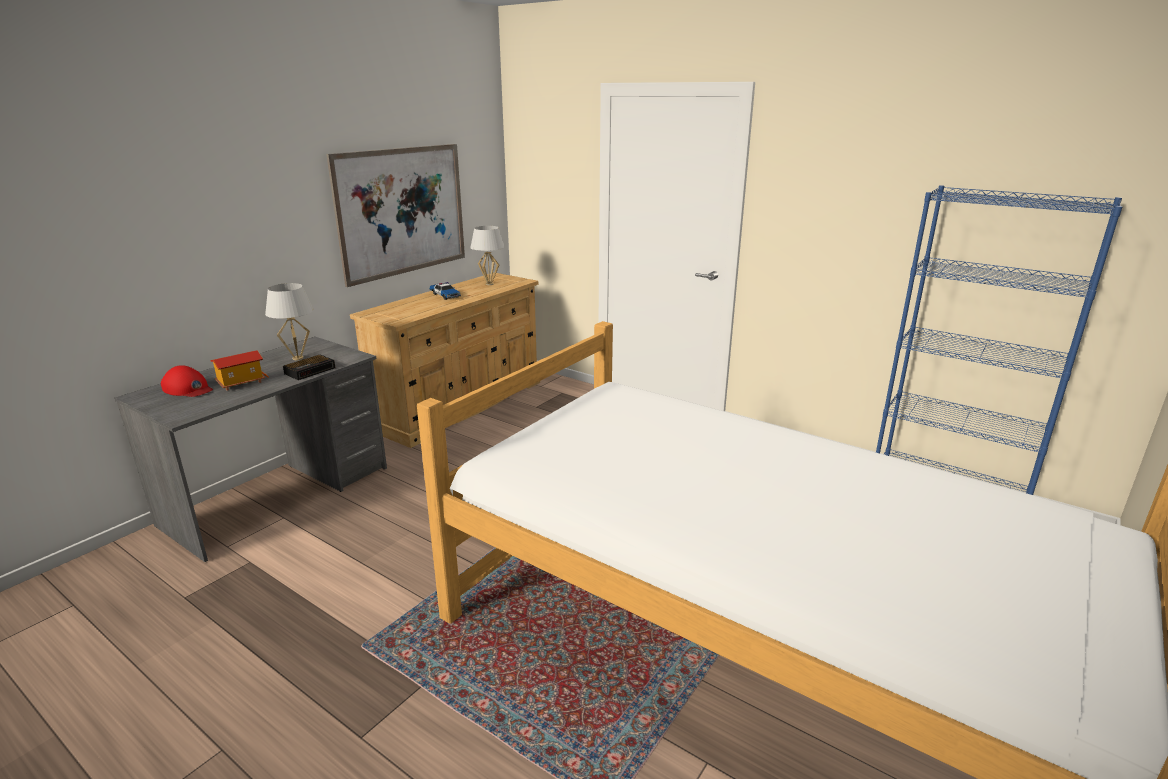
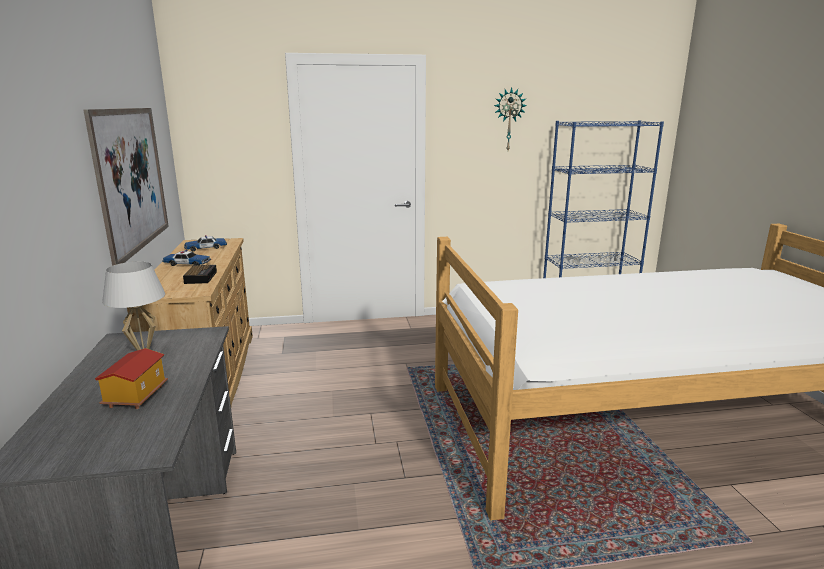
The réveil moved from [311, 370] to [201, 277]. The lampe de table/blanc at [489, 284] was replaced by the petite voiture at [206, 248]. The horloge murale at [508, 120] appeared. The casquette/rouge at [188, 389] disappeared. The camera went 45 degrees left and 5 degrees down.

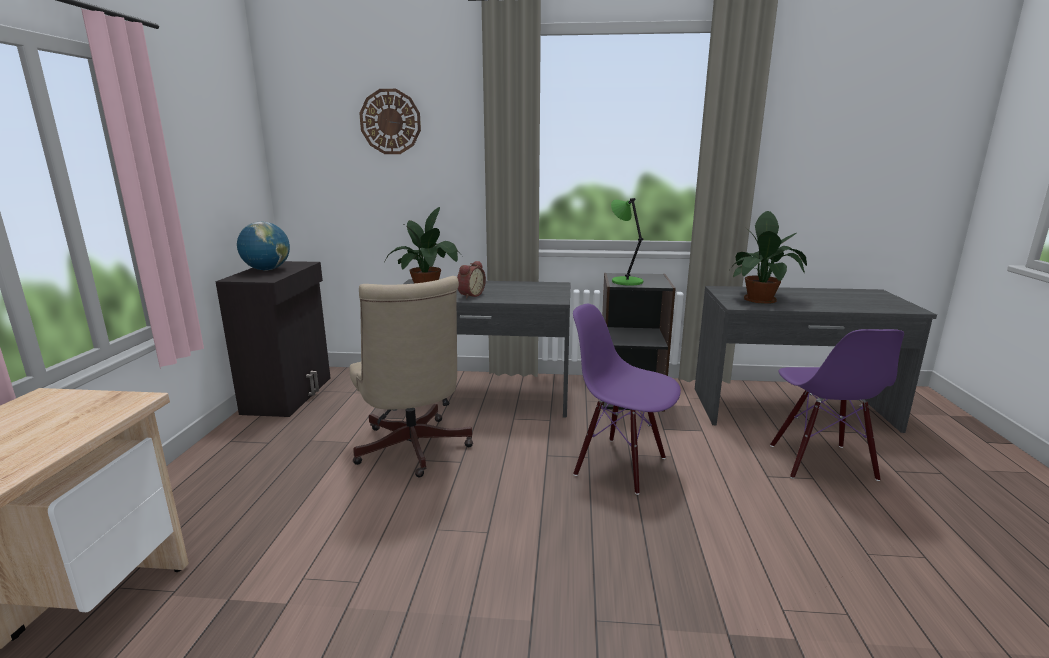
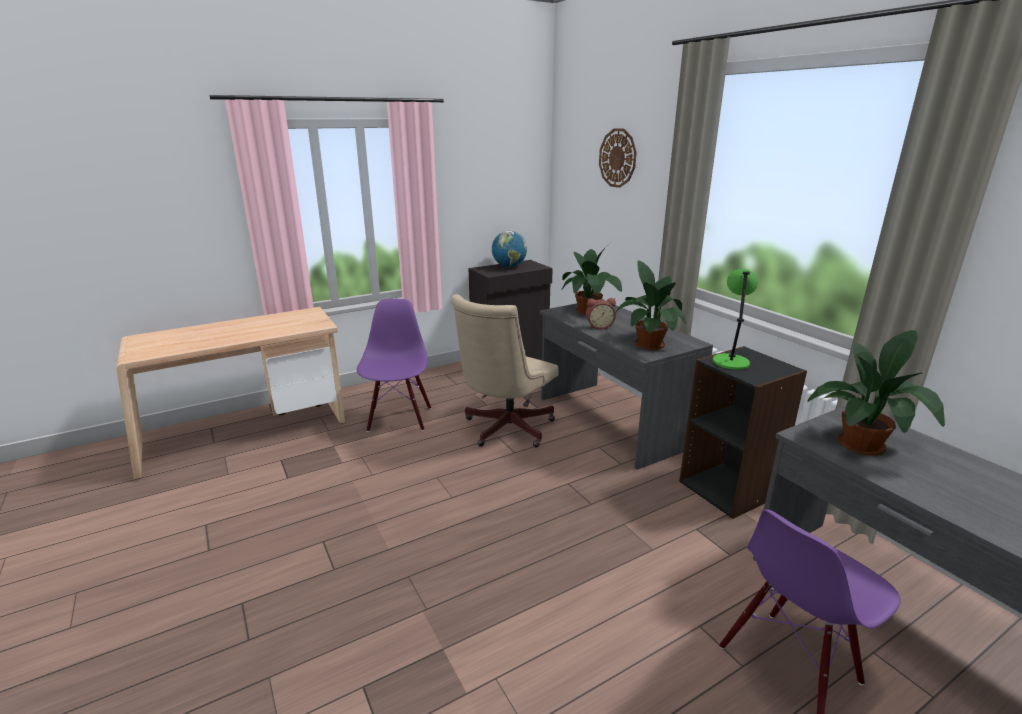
The chaise/violet moved from [621, 465] to [399, 419]. The plante en pot at [648, 343] appeared. The camera went 55 degrees right and 5 degrees up.

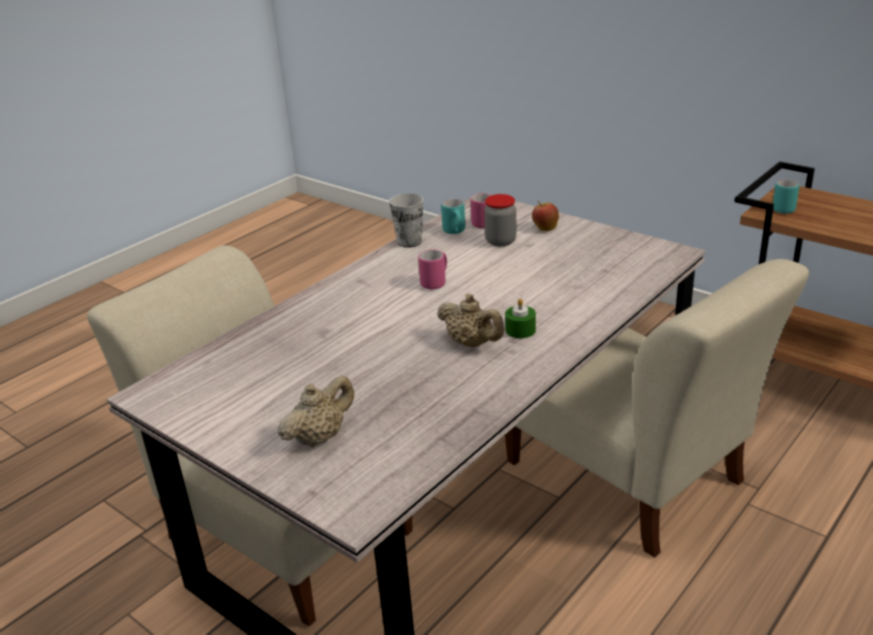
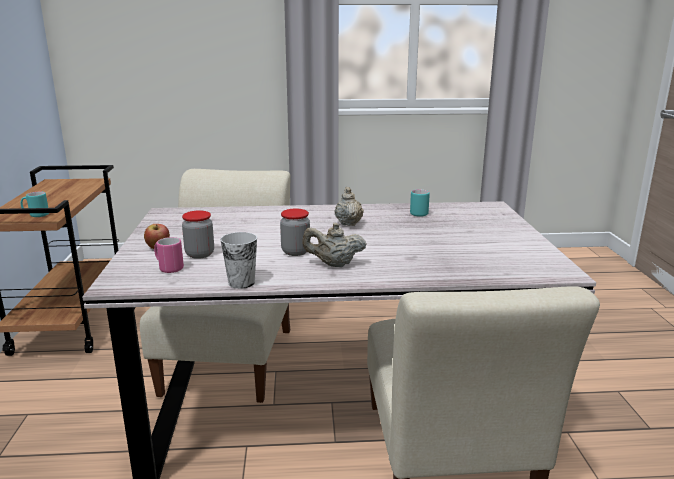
The mug/rose at [436, 282] was replaced by the bocal at [295, 252]. The théière/beige moved from [320, 437] to [334, 264]. The mug/turquoise moved from [455, 232] to [420, 213]. The bougie/vert at [520, 330] disappeared. The camera went 135 degrees left and 10 degrees down.

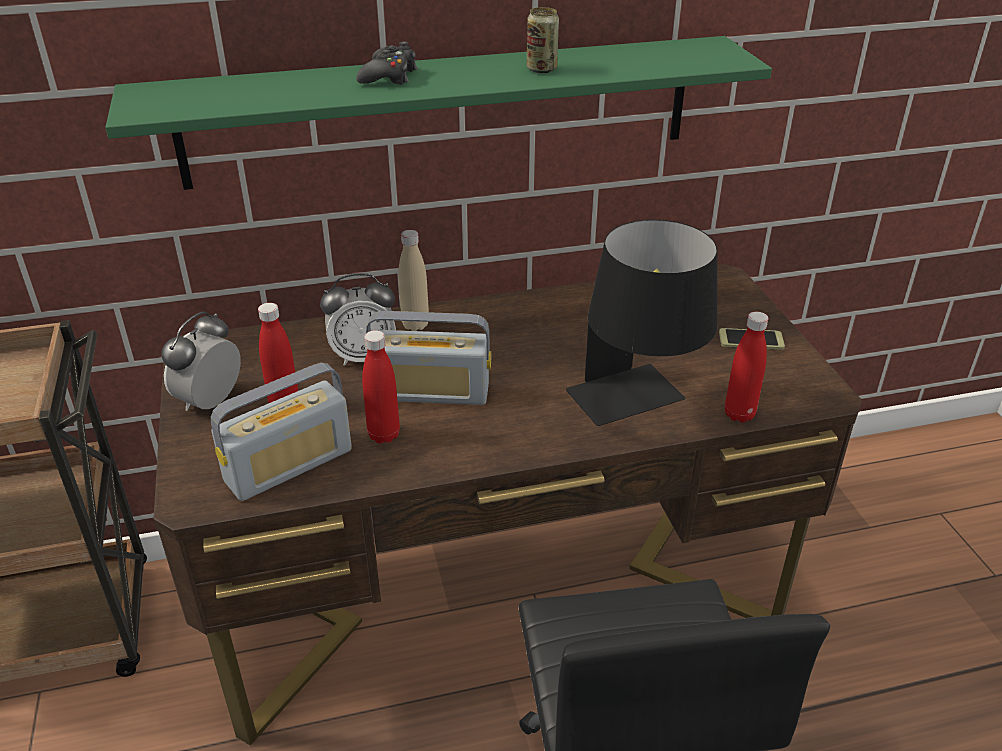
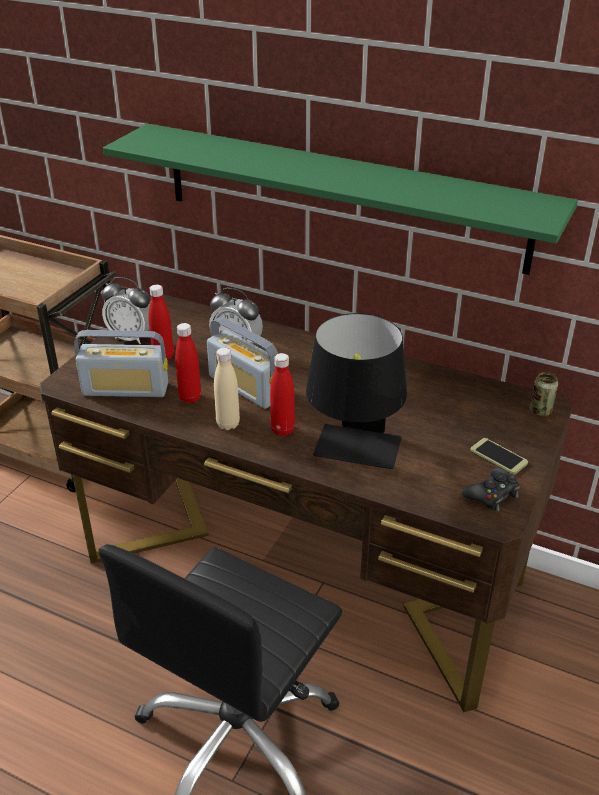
The réveil at [210, 402] turned 135 degrees counterclockwise. The bouteille/beige moved from [415, 325] to [228, 424]. The bouteille/rouge moved from [739, 414] to [282, 430]. The manette/noir moved from [389, 76] to [492, 495]. The boîte métallique moved from [541, 69] to [540, 411]. The camera went 40 degrees right and 0 degrees up.

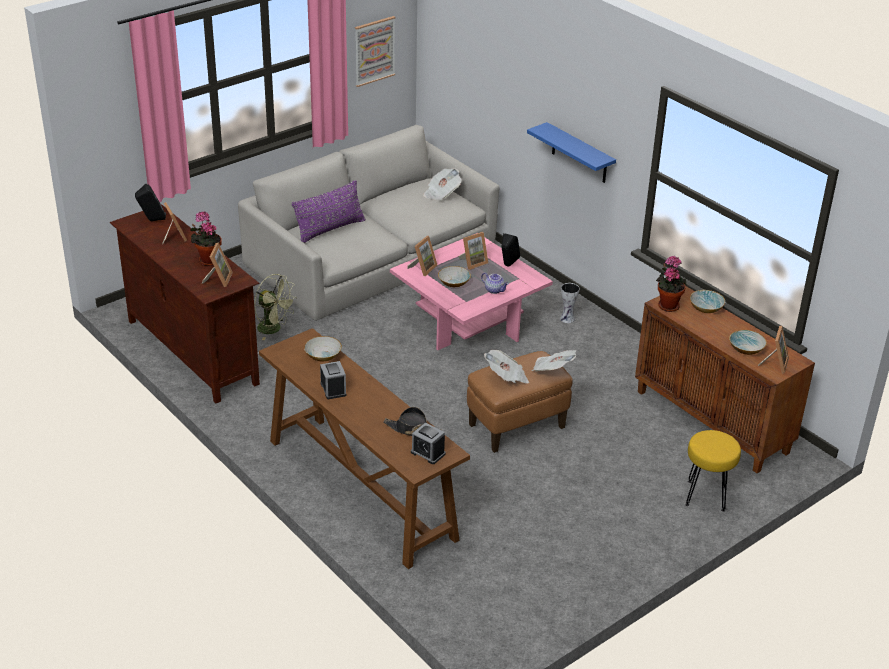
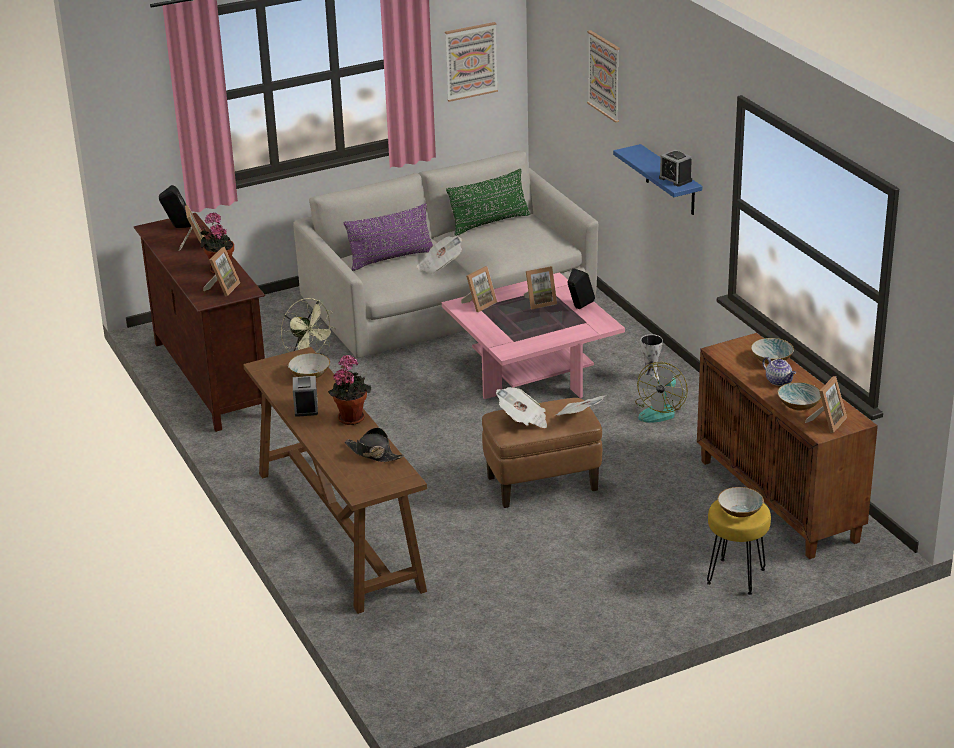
The plante en pot moved from [667, 305] to [351, 417]. The journal moved from [441, 193] to [440, 266]. The coussin/vert at [489, 223] appeared. The tableau at [604, 75] appeared. The ventilateur at [660, 411] appeared. The réveil moved from [428, 453] to [675, 179]. The bol moved from [453, 283] to [739, 511]. The théière moved from [494, 290] to [779, 381]. The camera went 15 degrees right and 5 degrees down.

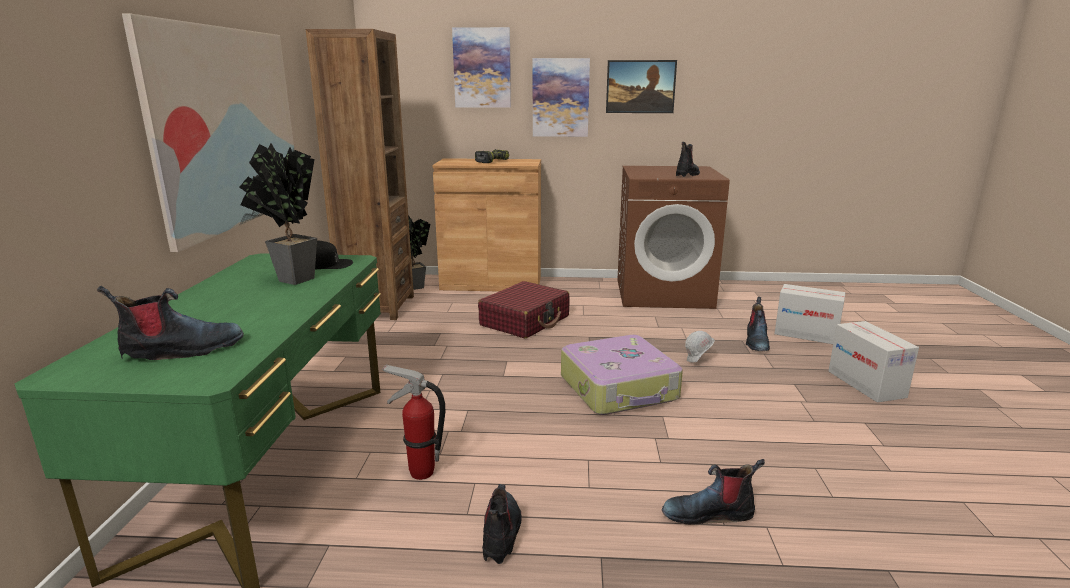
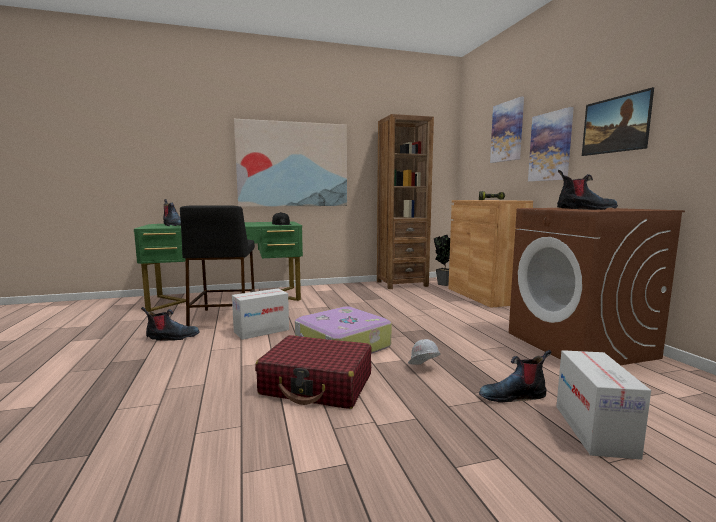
The extincteur at [421, 472] was replaced by the tabouret/noir at [224, 318]. The carton moved from [865, 384] to [261, 331]. The valise/rouge moved from [525, 321] to [317, 385]. The plante en pot at [290, 280] disappeared. The botte at [709, 513] disappeared. The camera went 70 degrees right and 10 degrees down.

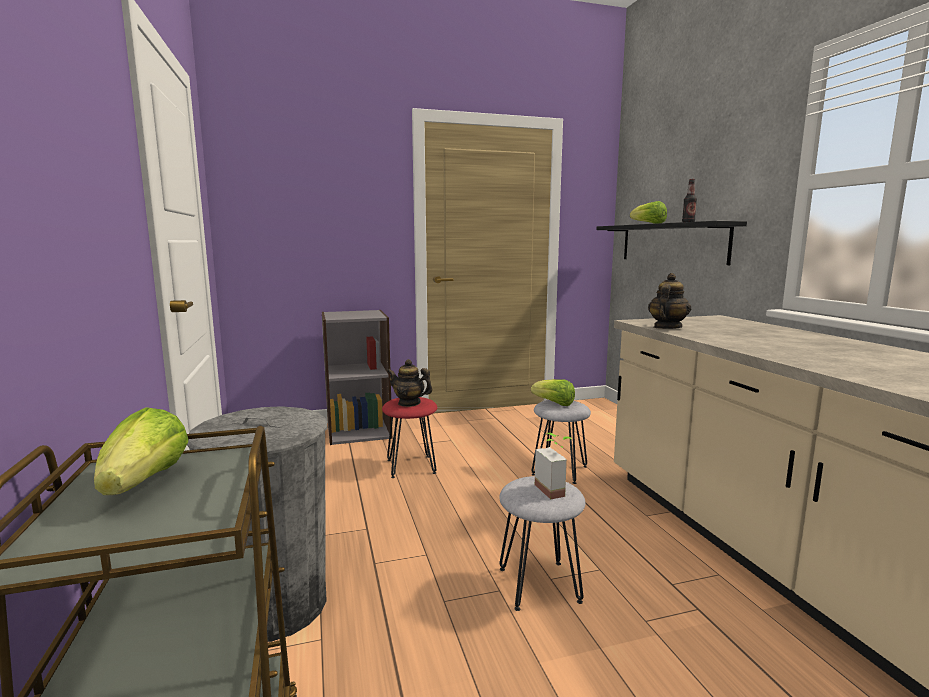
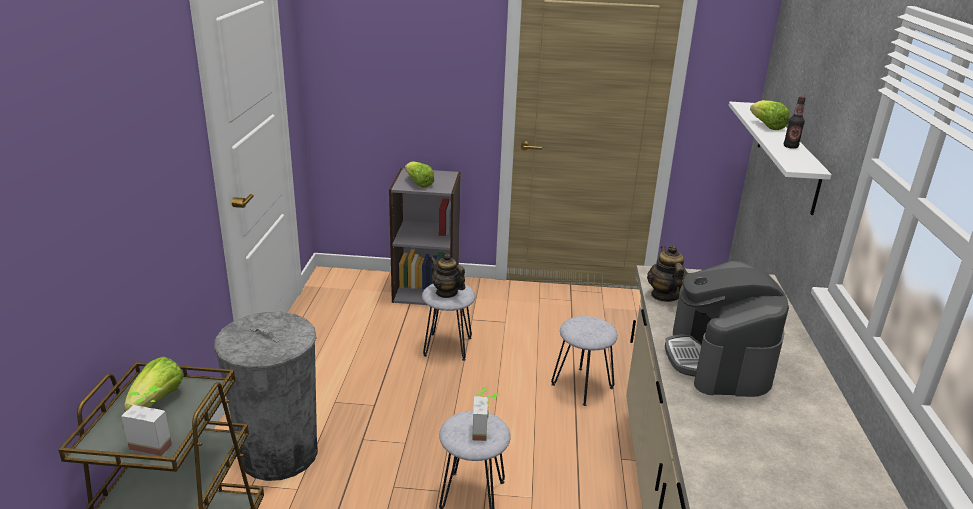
The plante en pot at [155, 442] appeared. The laitue moved from [554, 403] to [418, 183]. The tabouret/rouge at [411, 466] became the tabouret/gris at [448, 346]. The théière at [667, 327] turned 60 degrees counterclockwise. The machine à café at [718, 360] appeared. The étagère/noir at [671, 243] became the étagère/blanc at [787, 155]. The camera went 20 degrees right and 15 degrees up.

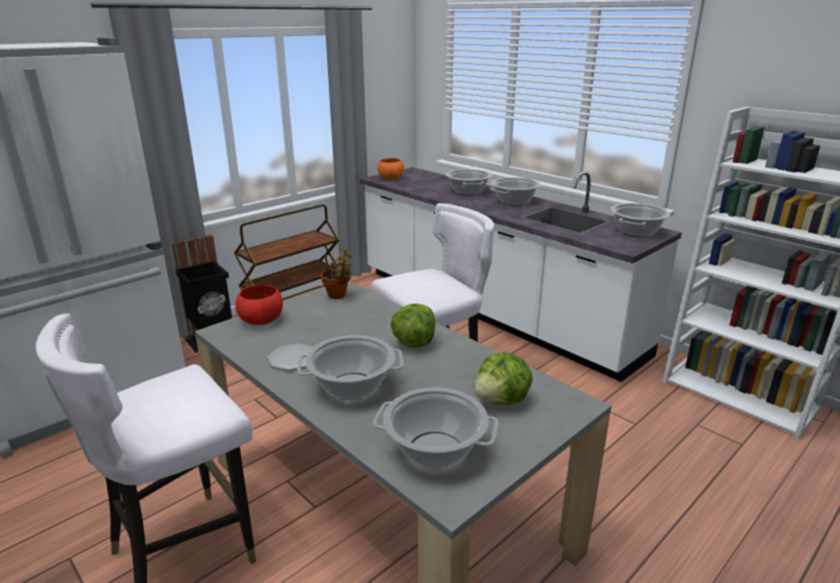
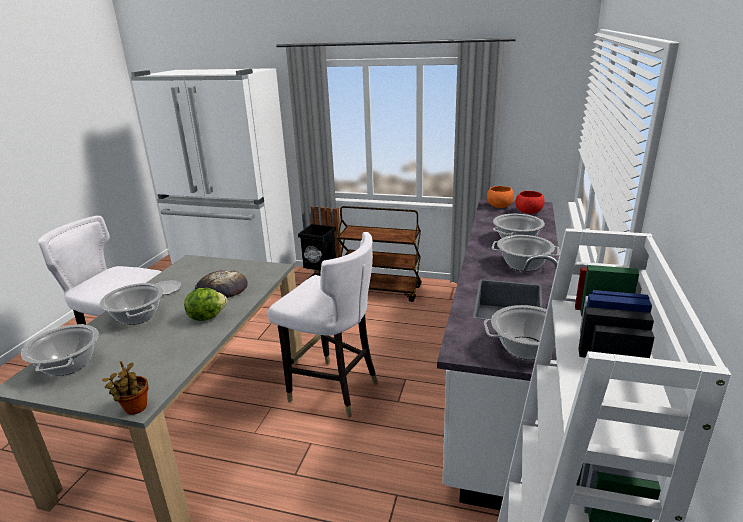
The plante en pot moved from [338, 295] to [134, 409]. The pain at [222, 288] appeared. The bol/rouge moved from [261, 320] to [528, 212]. The laitue at [502, 400] disappeared. The camera went 60 degrees right and 0 degrees up.

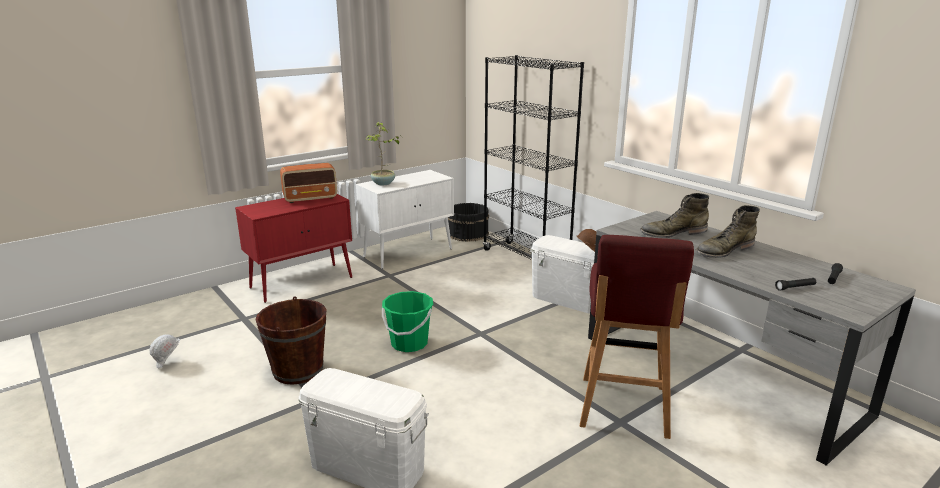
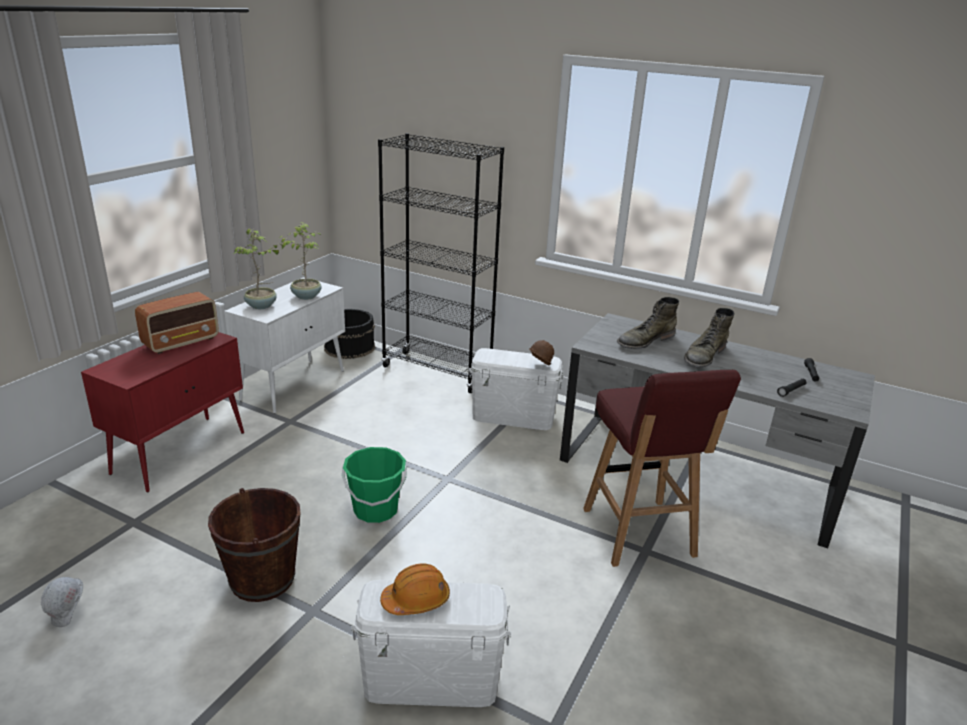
The plante en pot at [306, 296] appeared. The casque de chantier/orange at [416, 600] appeared. The camera went 25 degrees left and 5 degrees up.

